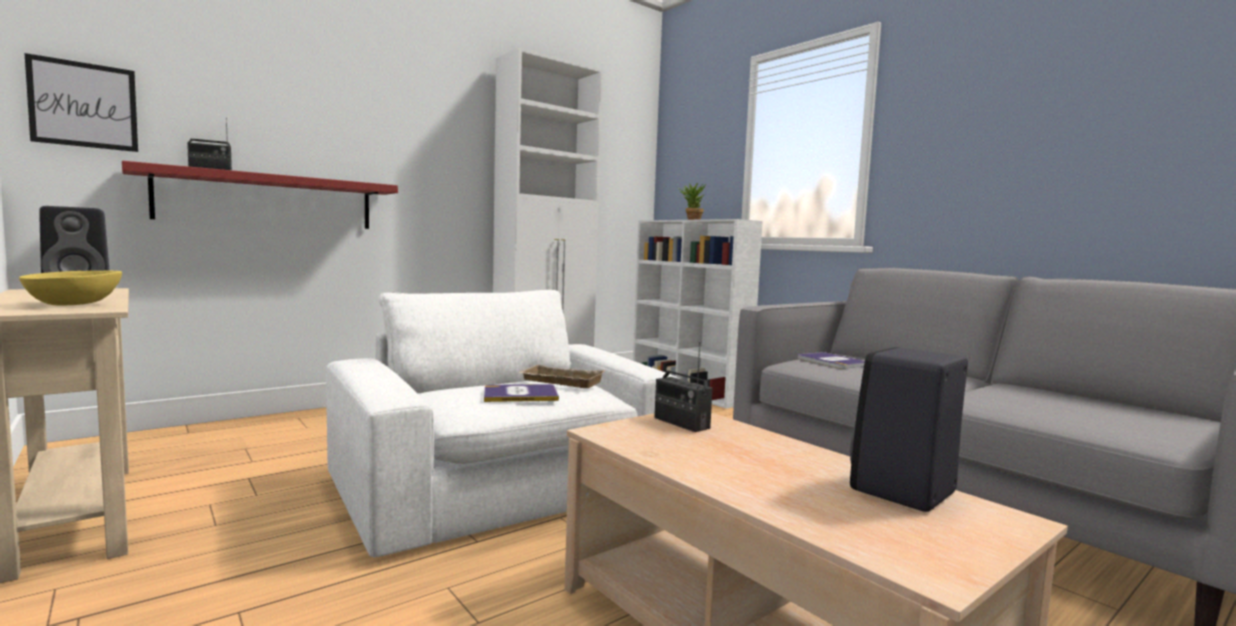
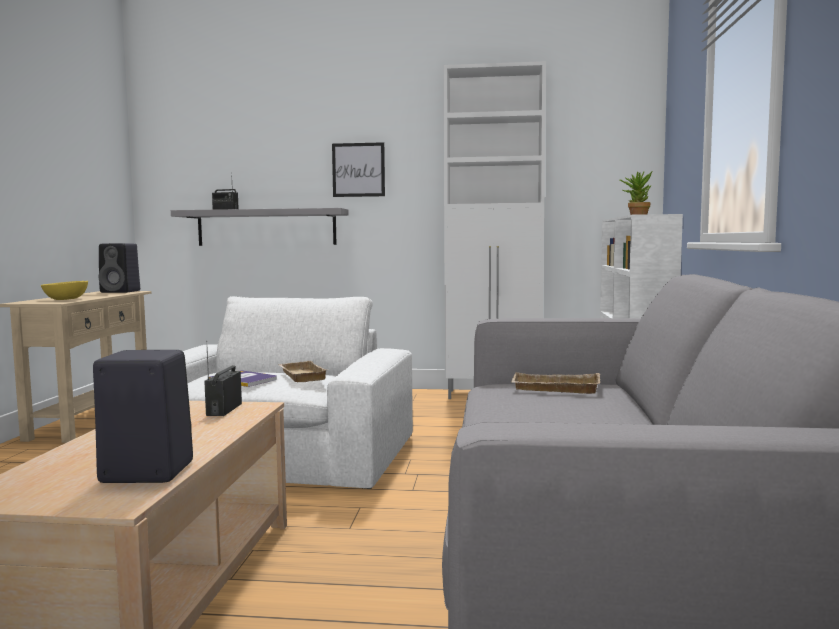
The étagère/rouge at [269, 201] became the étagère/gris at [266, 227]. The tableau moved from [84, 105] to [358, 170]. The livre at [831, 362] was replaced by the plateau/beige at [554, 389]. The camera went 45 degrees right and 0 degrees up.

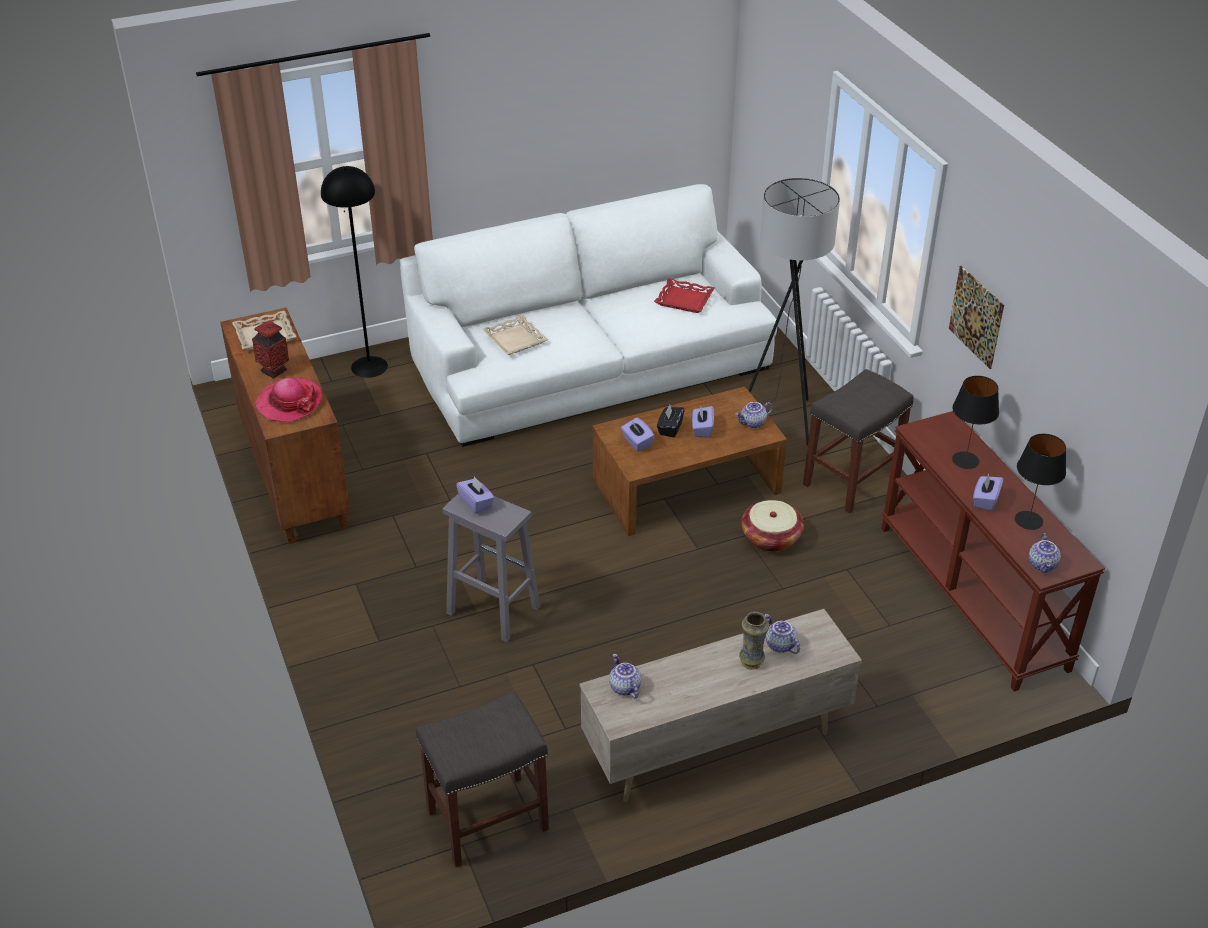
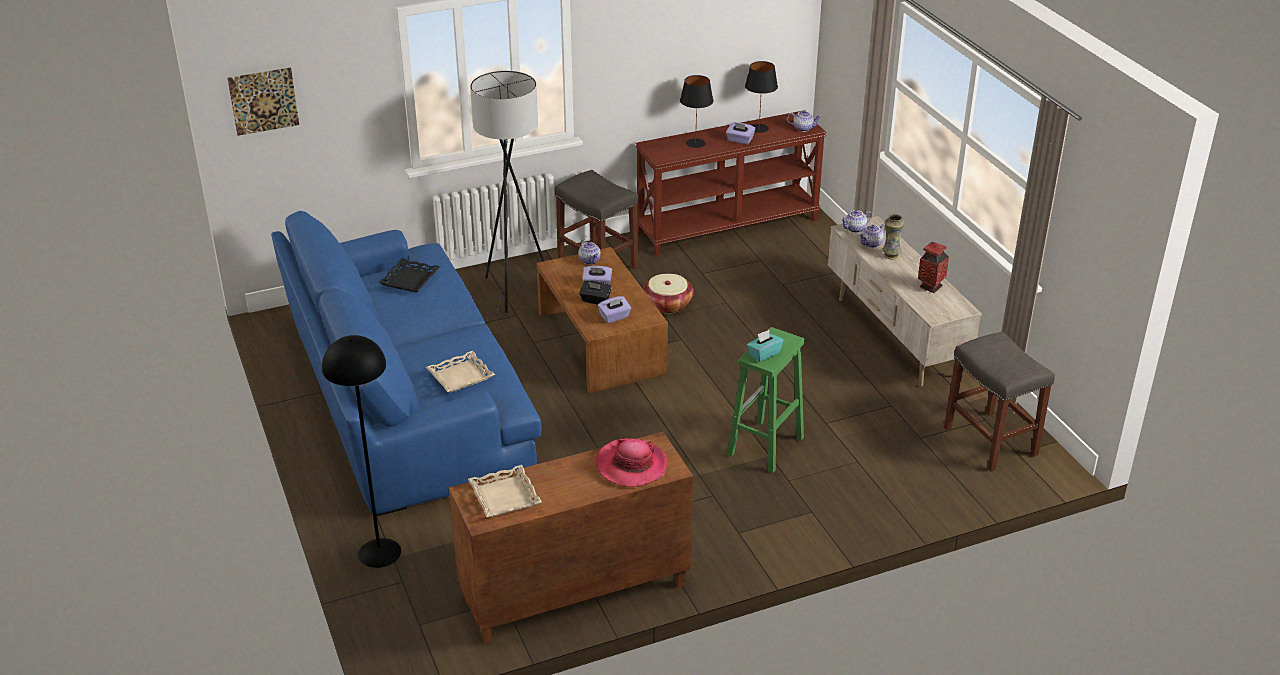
The tableau moved from [976, 317] to [263, 101]. The canapé/blanc at [590, 362] became the canapé/bleu at [405, 395]. The plateau/rouge at [684, 299] became the plateau/noir at [409, 279]. The tabouret/gris at [492, 610] became the tabouret/vert at [765, 447]. The boîte à mouchoirs/violet at [476, 503] became the boîte à mouchoirs/turquoise at [764, 354]. The théière moved from [624, 687] to [855, 229]. The vase moved from [274, 371] to [930, 287]. The camera went 90 degrees left and 5 degrees down.

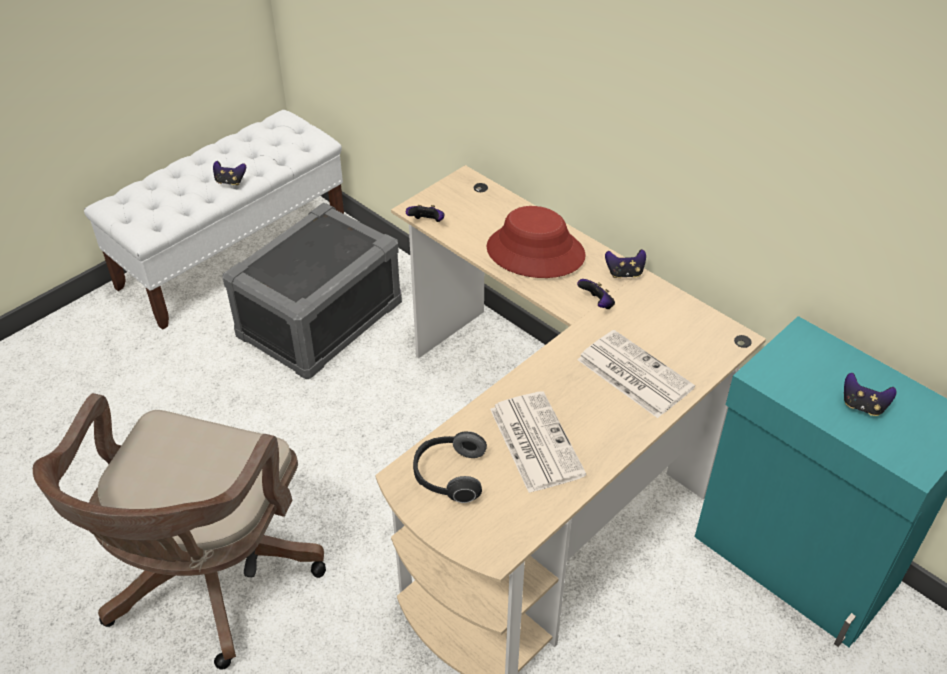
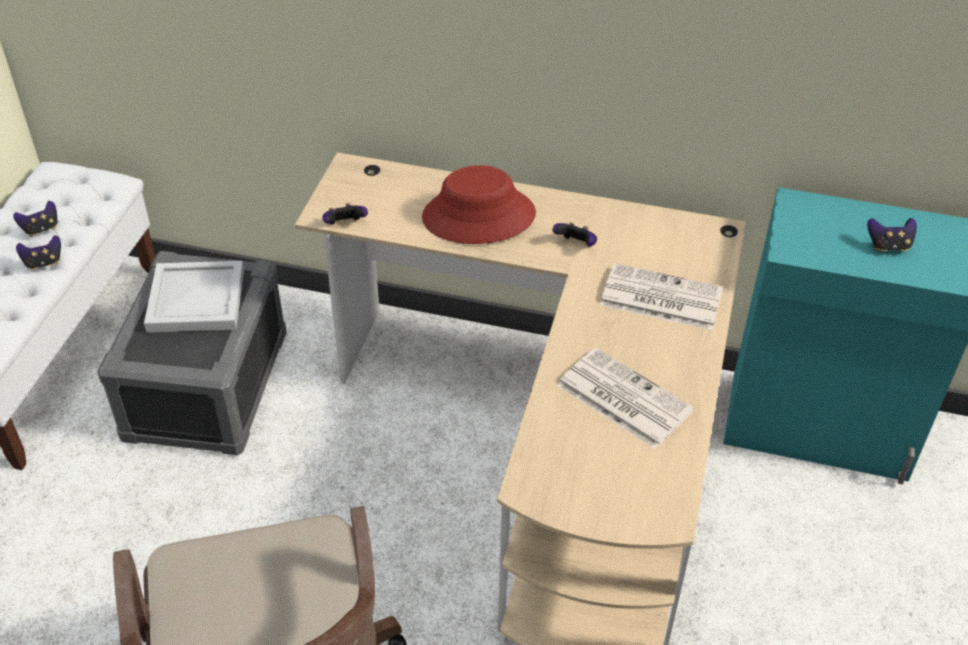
The manette moved from [624, 273] to [41, 229]. The plateau/blanc at [195, 301] appeared. The casque audio at [449, 476] disappeared. The camera went 30 degrees left and 0 degrees up.

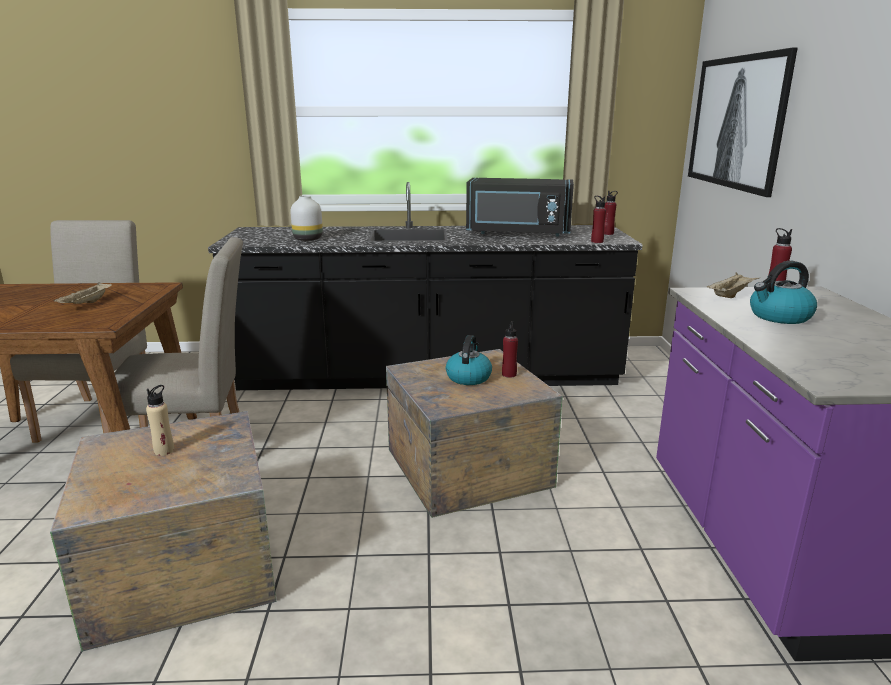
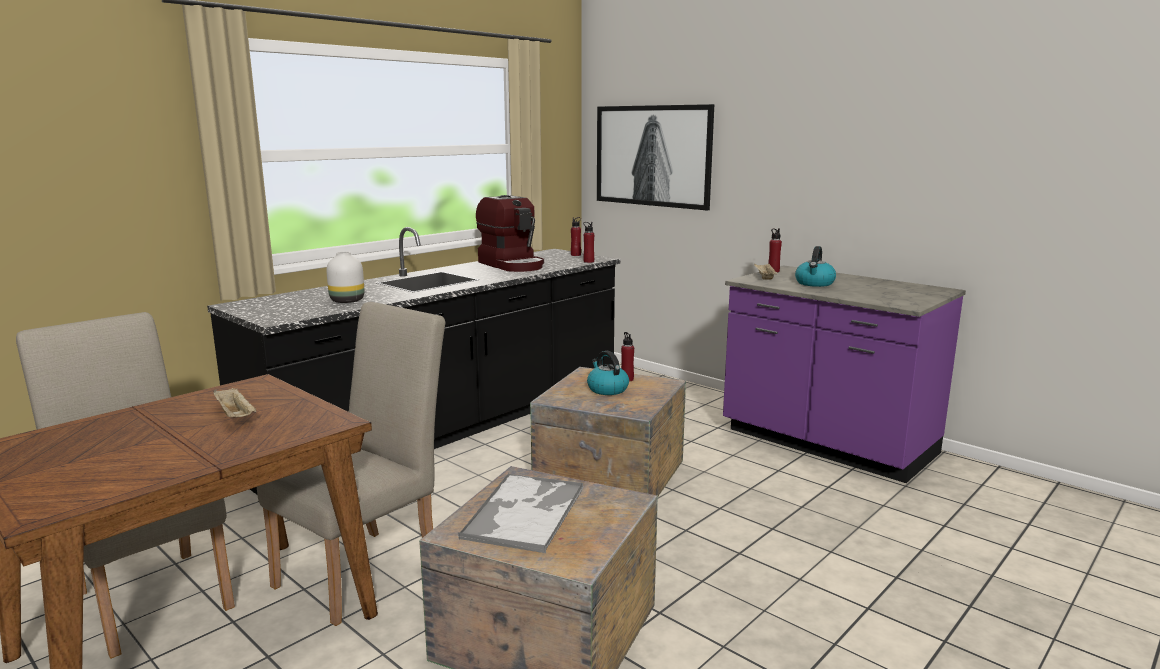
The bouteille/beige at [164, 451] was replaced by the plateau at [525, 512]. The micro-ondes/noir at [518, 233] was replaced by the machine à café at [512, 265]. The camera went 45 degrees left and 5 degrees down.

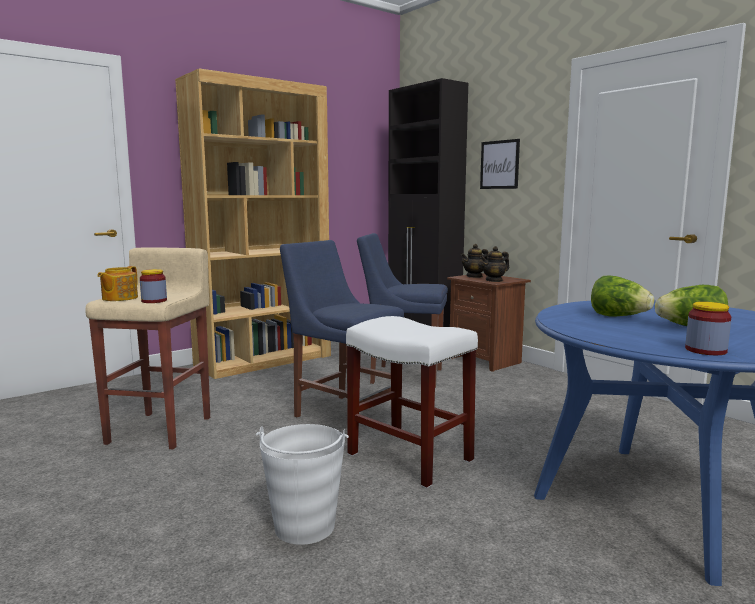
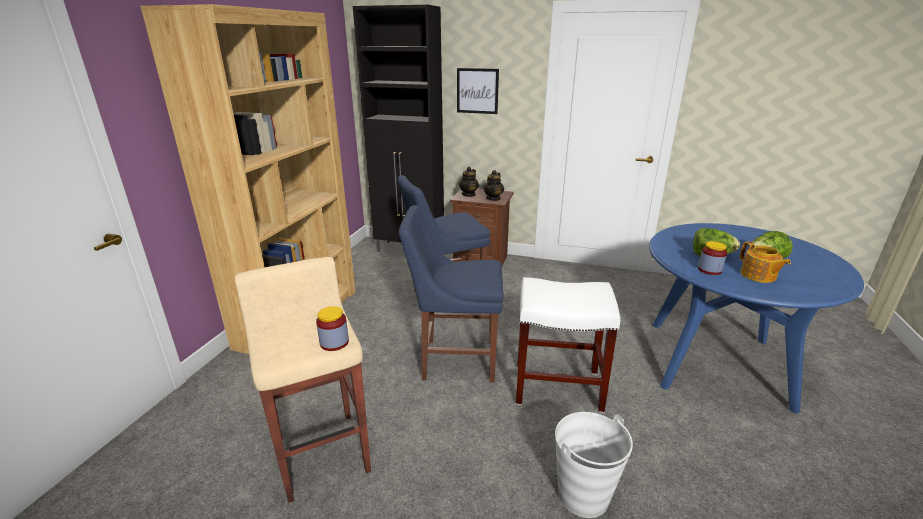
The bocal moved from [705, 350] to [709, 270]. The théière moved from [119, 298] to [758, 276]. The camera went 35 degrees left and 15 degrees up.

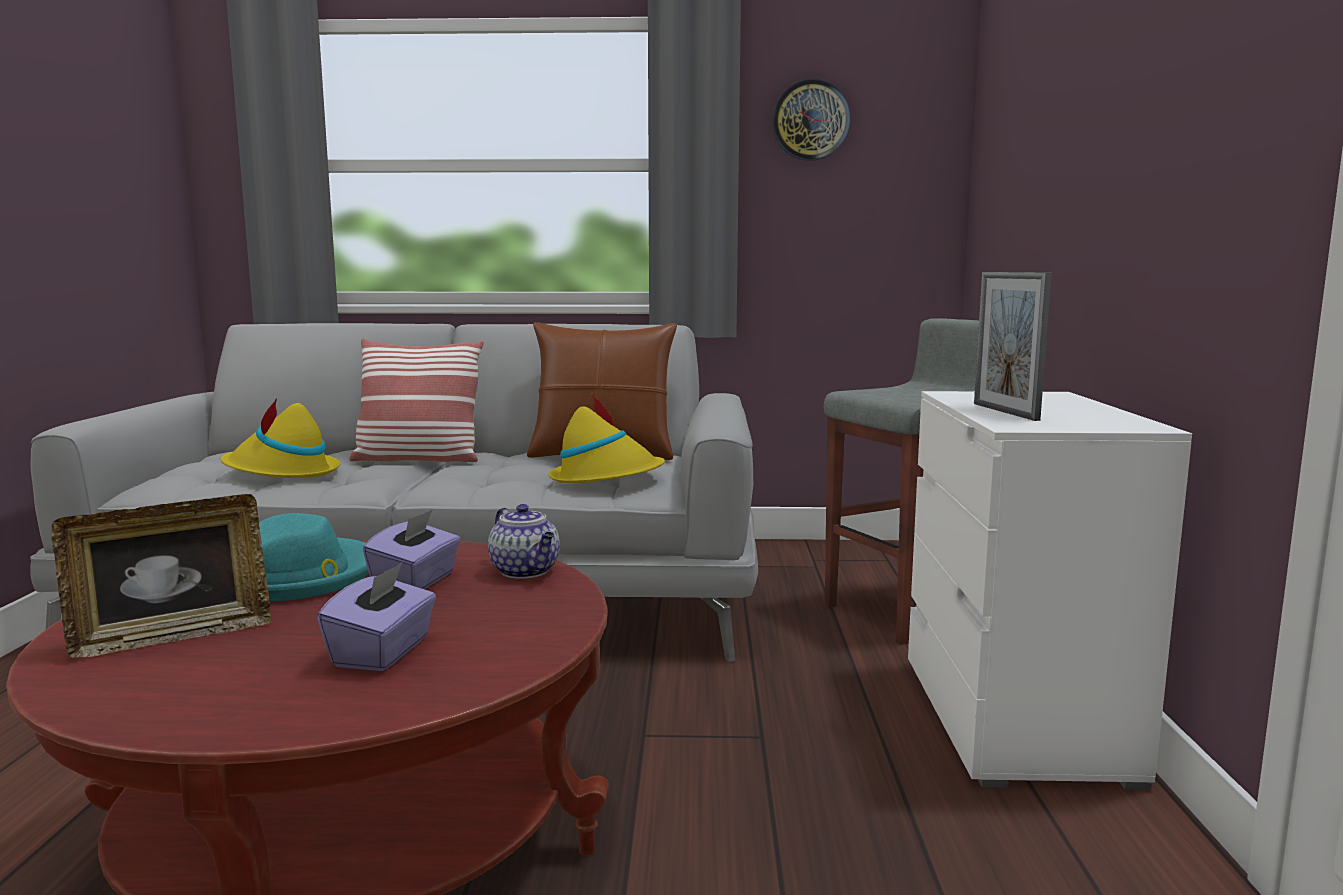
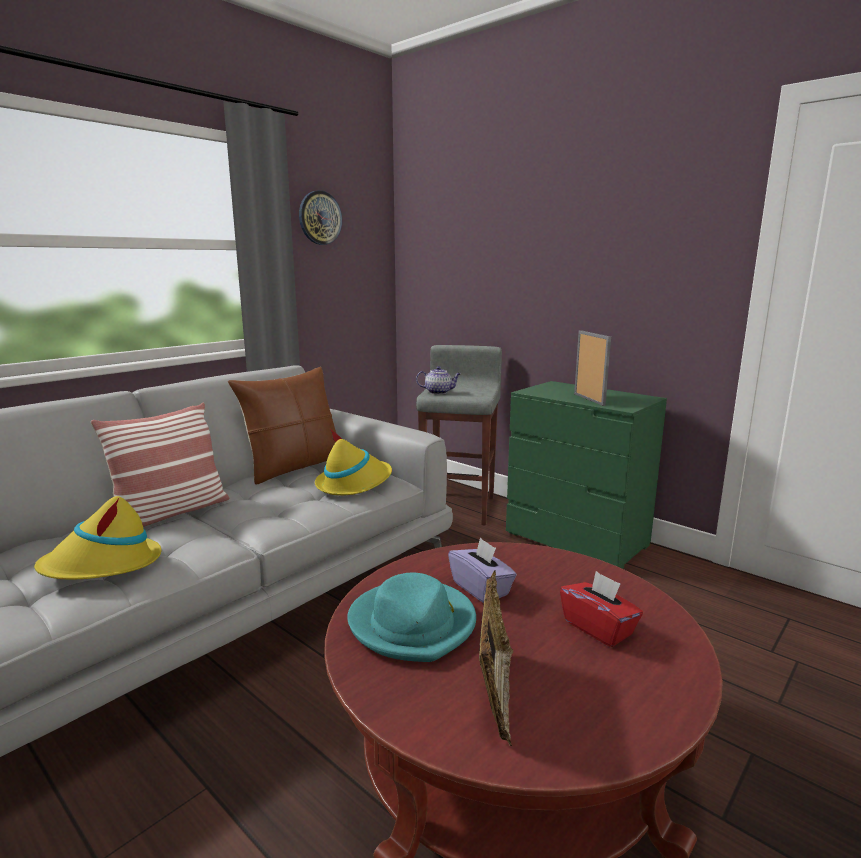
The théière moved from [526, 571] to [439, 392]. The commode/blanc at [1014, 720] became the commode/vert at [577, 539]. The boîte à mouchoirs/violet at [383, 652] became the boîte à mouchoirs/rouge at [598, 628]. The cadre photo at [1005, 411] turned 135 degrees counterclockwise. The camera went 50 degrees left and 5 degrees up.

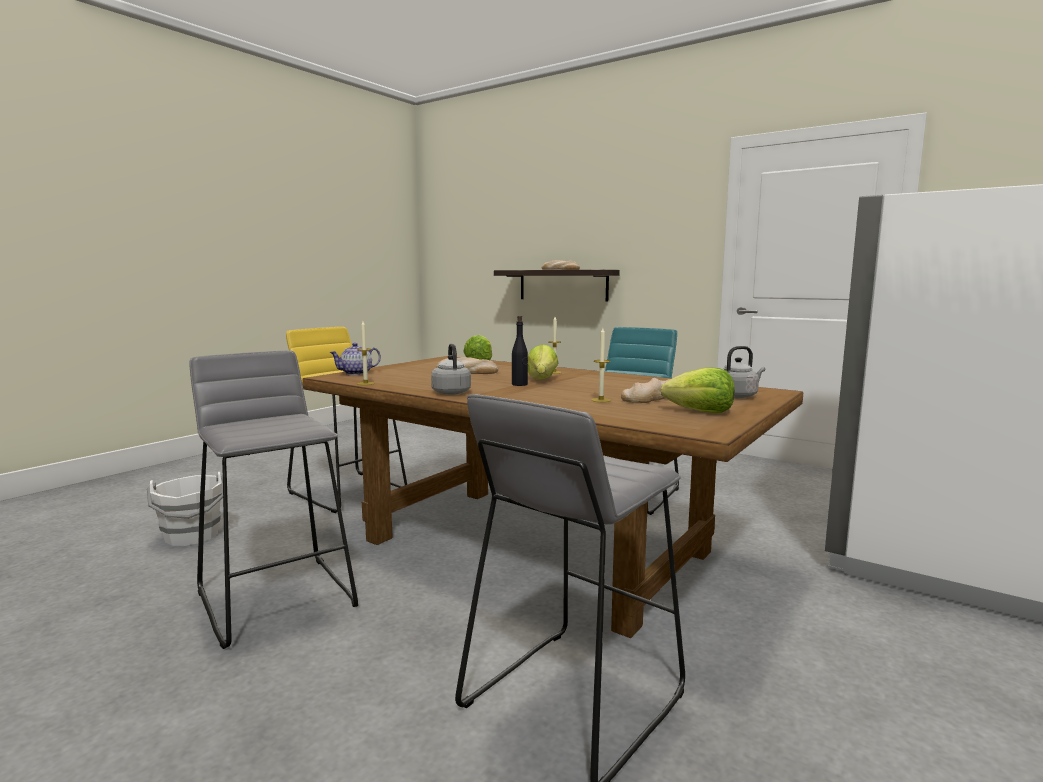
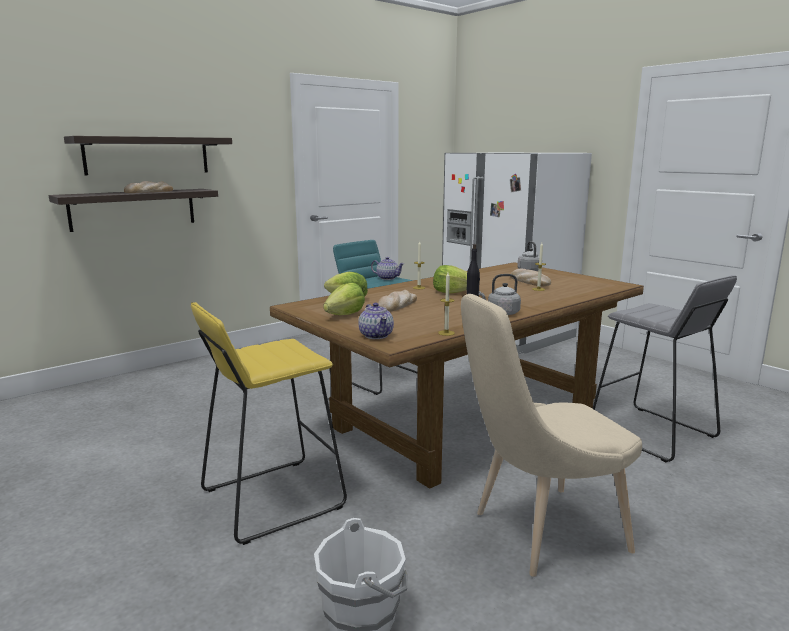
The étagère at [147, 155] appeared. The laitue moved from [700, 412] to [345, 315]. The théière at [387, 278] appeared. The tabouret/gris at [278, 597] was replaced by the chaise/beige at [540, 533]. The camera went 75 degrees left and 5 degrees up.

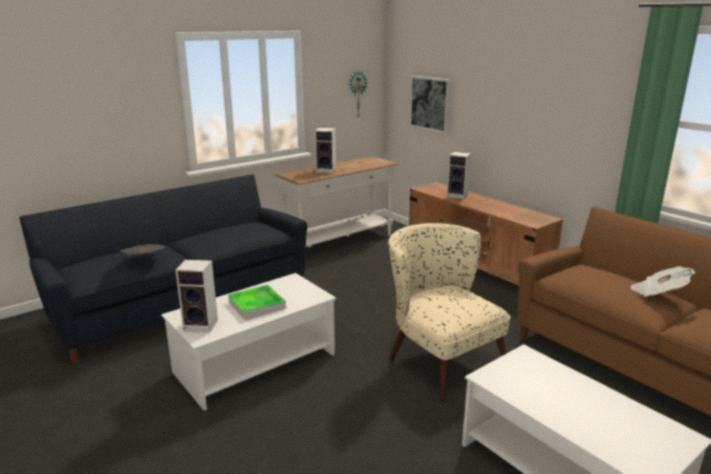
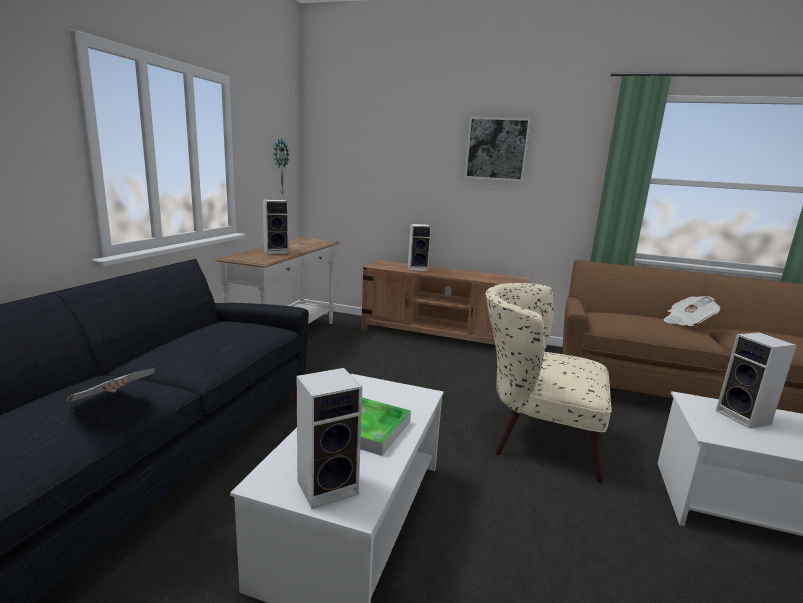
The tableau moved from [430, 103] to [496, 149]. The enceinte at [745, 418] appeared. The camera went 35 degrees left and 5 degrees down.

